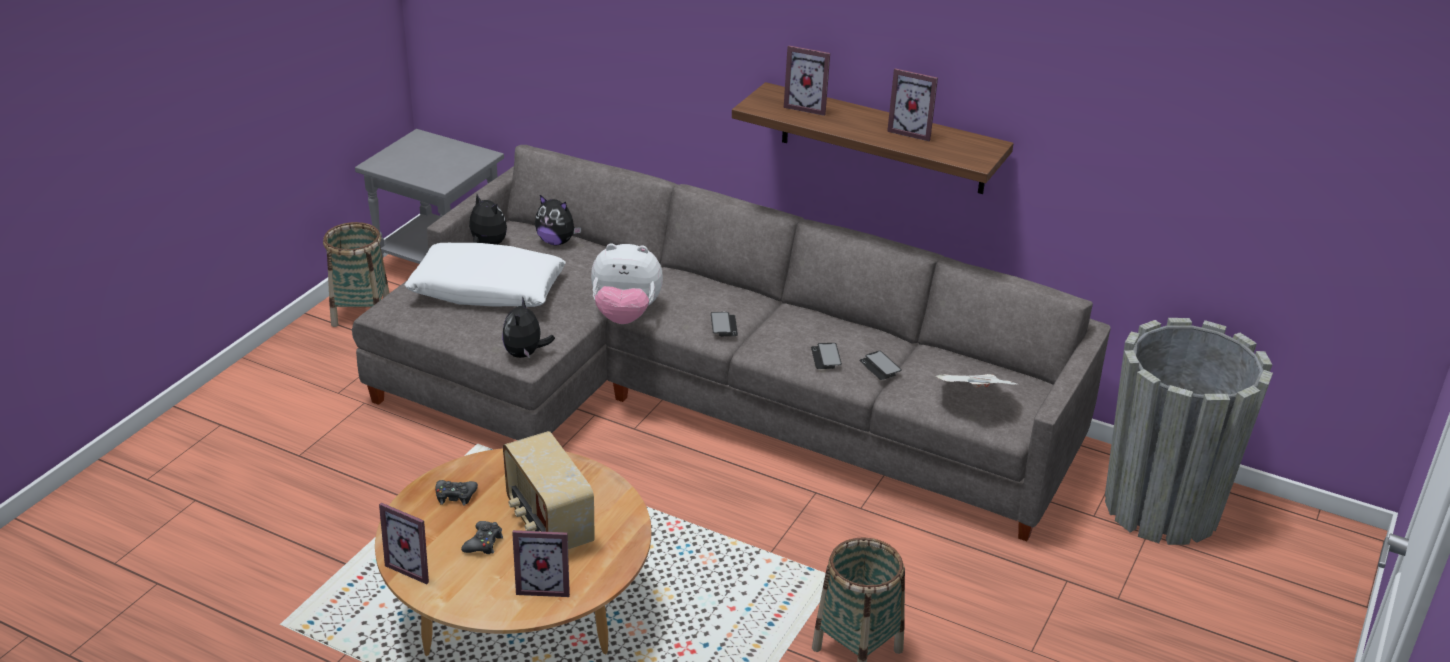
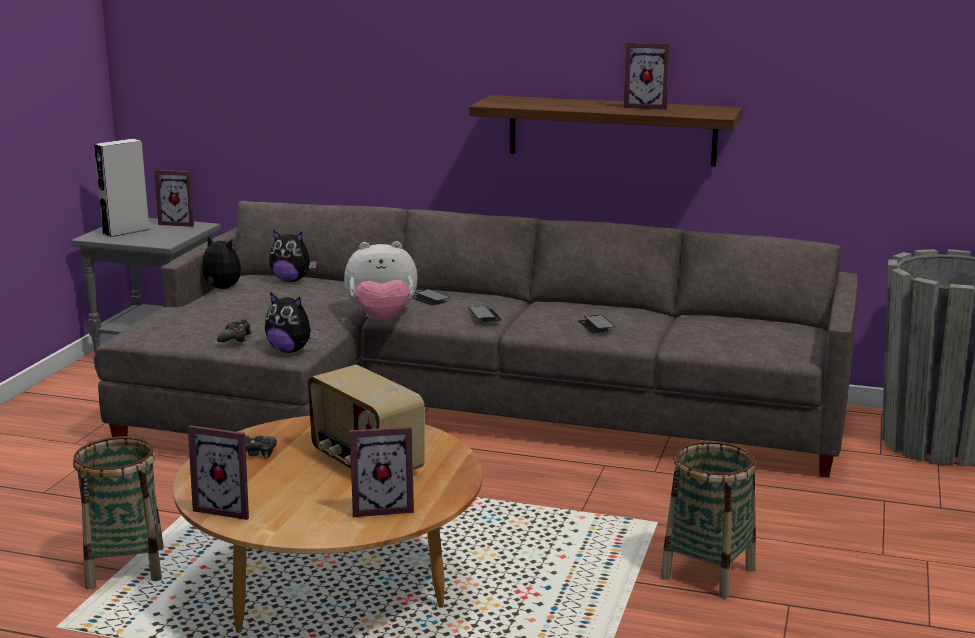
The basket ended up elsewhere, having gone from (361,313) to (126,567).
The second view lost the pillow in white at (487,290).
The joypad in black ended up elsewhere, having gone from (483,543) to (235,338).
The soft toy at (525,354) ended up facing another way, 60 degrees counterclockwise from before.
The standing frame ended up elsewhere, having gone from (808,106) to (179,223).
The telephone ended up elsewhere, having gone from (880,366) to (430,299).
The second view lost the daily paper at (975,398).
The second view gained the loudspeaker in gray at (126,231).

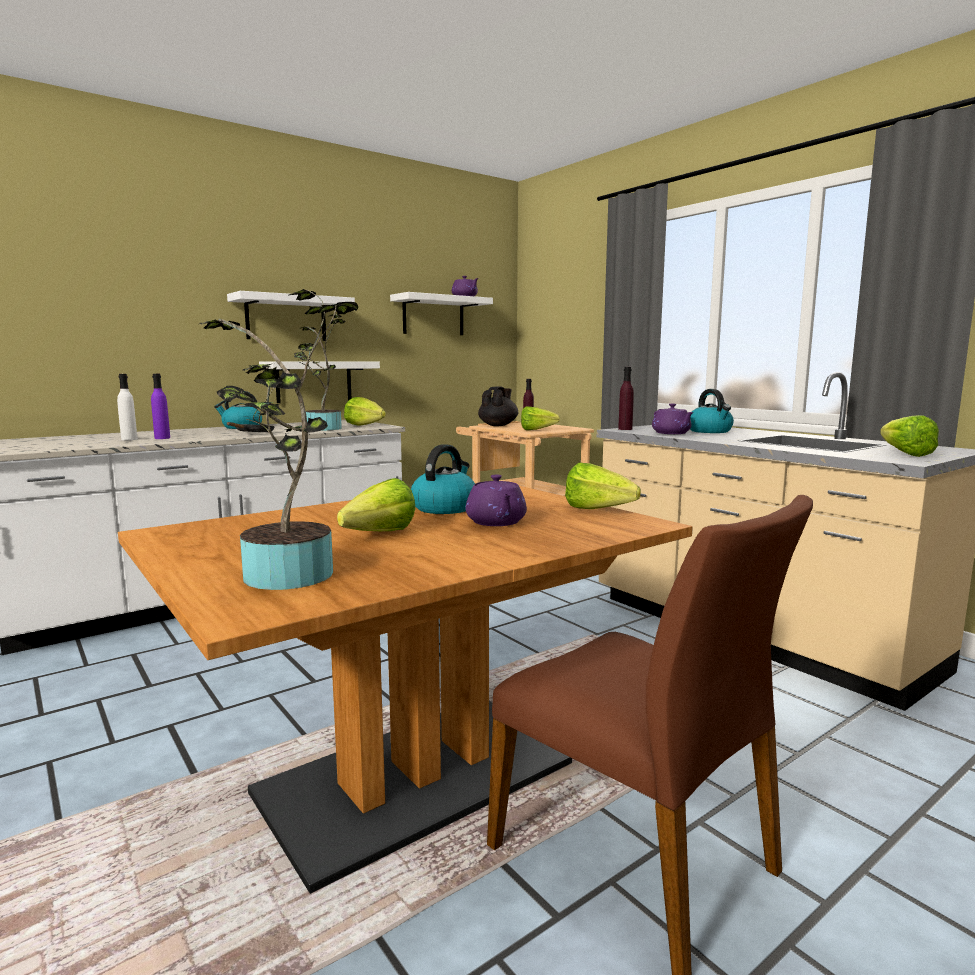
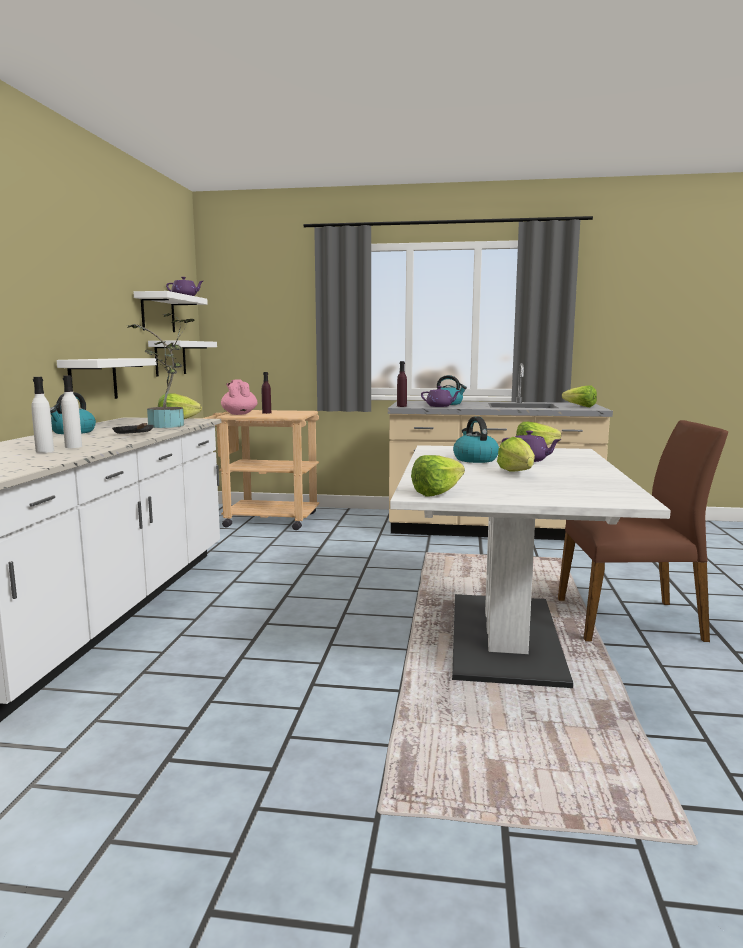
What was the dinner table in brown-coloured at (415,779) turned into the dinner table in white at (504,637).
What was the bottle in purple at (162,438) turned into the bottle in white at (73,446).
The second view lost the potted plant at (288,578).
The shelf in white ended up elsewhere, having gone from (286,318) to (170,358).
What was the tea pot in black at (498,425) turned into the tea pot in pinkish at (239,414).
The lettuce ended up elsewhere, having gone from (540,430) to (442,492).

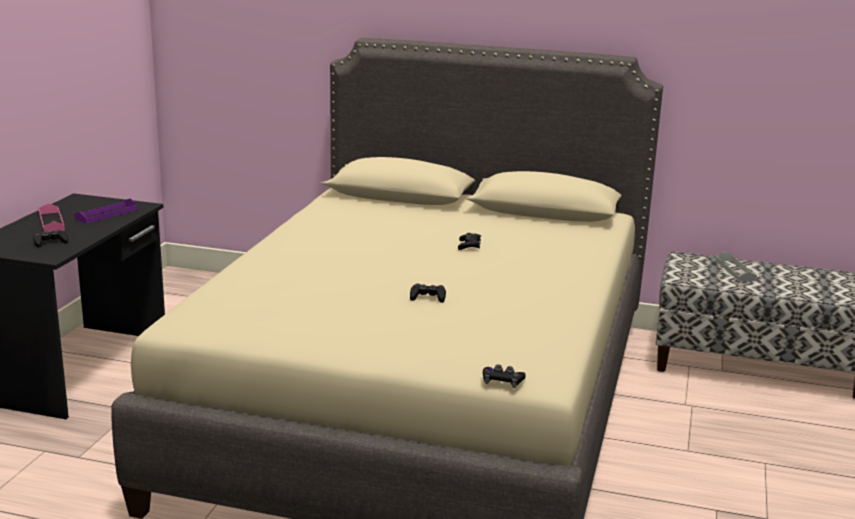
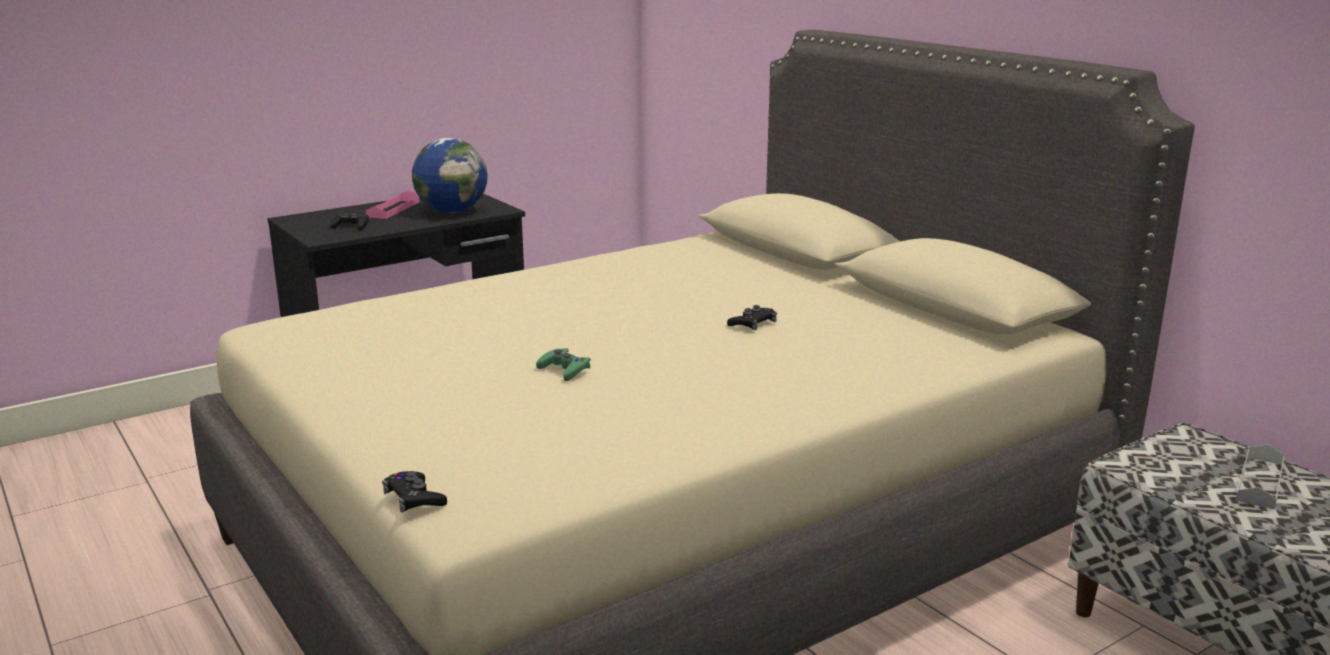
Where the carrying tray in purple stood at (106,214), the desk globe came to stand at (452,211).
What was the joypad in black at (428,297) turned into the joypad in greenish at (564,370).

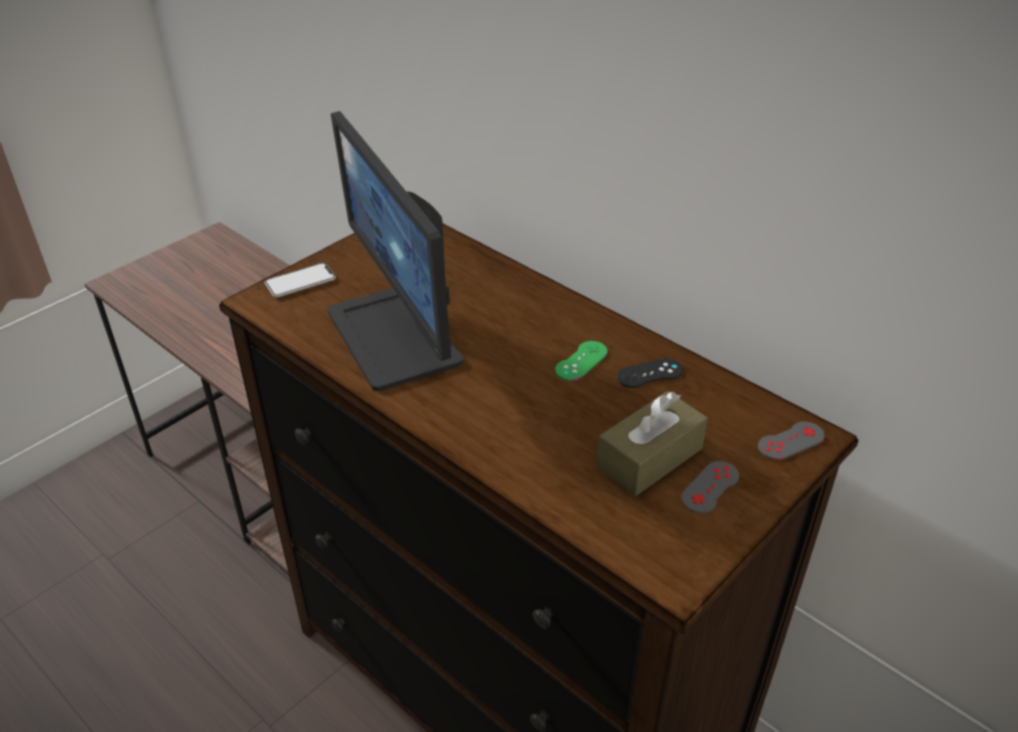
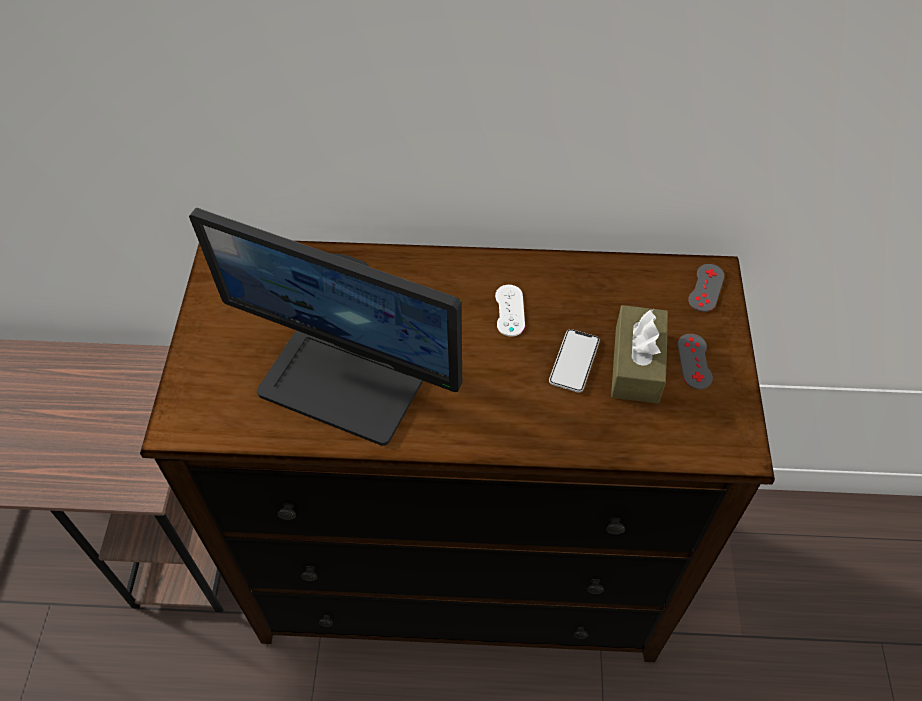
The telephone ended up elsewhere, having gone from (300,281) to (574,361).
What was the joypad in greenish at (581,361) turned into the joypad in white at (509,310).
The second view lost the joypad in black at (649,374).

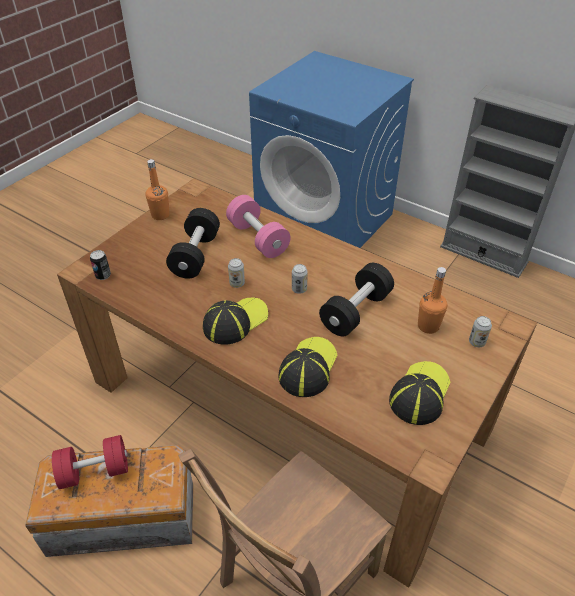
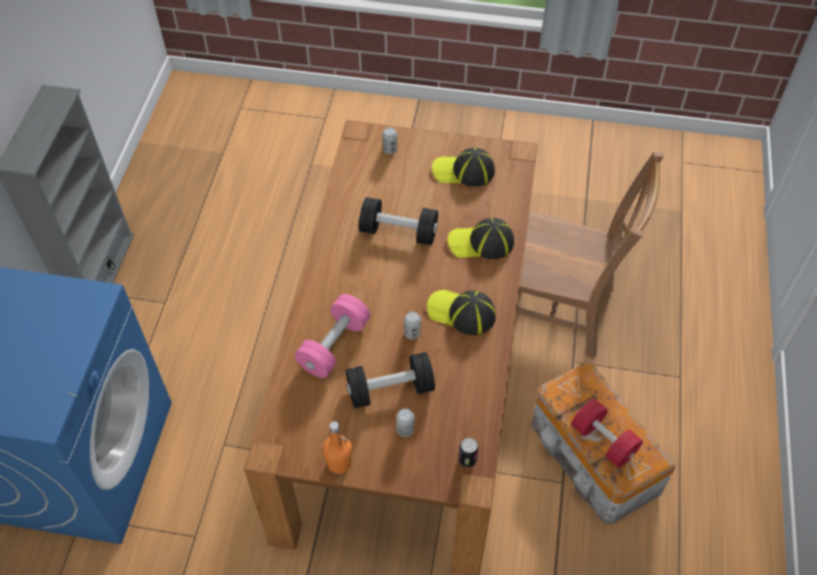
The sealed can ended up elsewhere, having gone from (299,289) to (405,430).
The second view lost the bottle in orange-coloured at (428,326).

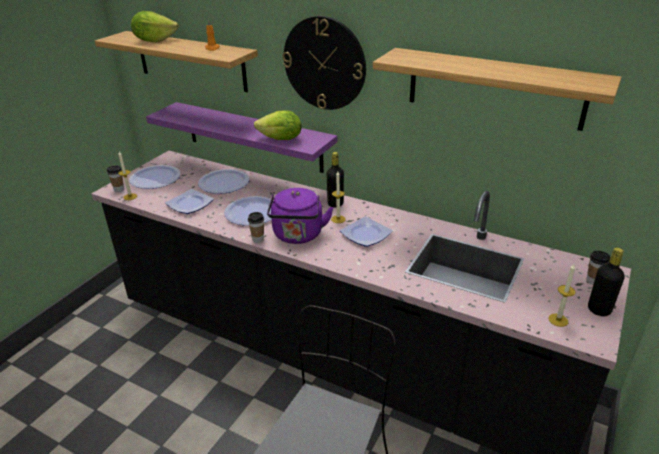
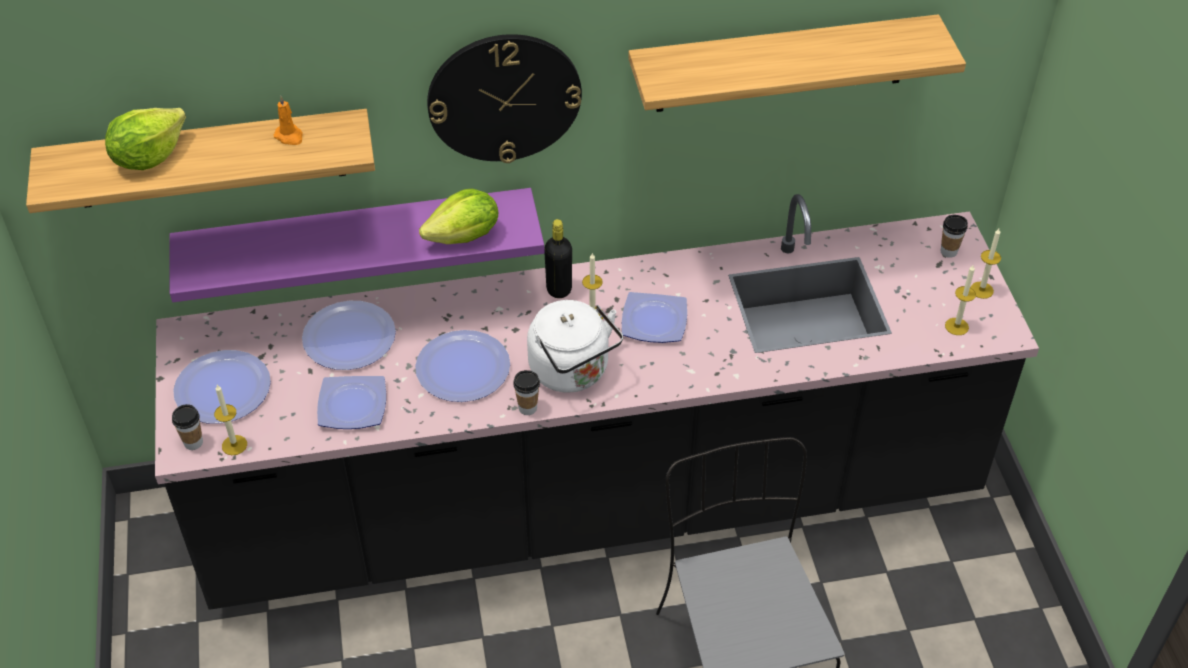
What was the water kettle in purple at (298,236) turned into the water kettle in white at (573,372).
Where the bottle in black stood at (599,310), the wax light came to stand at (981,290).

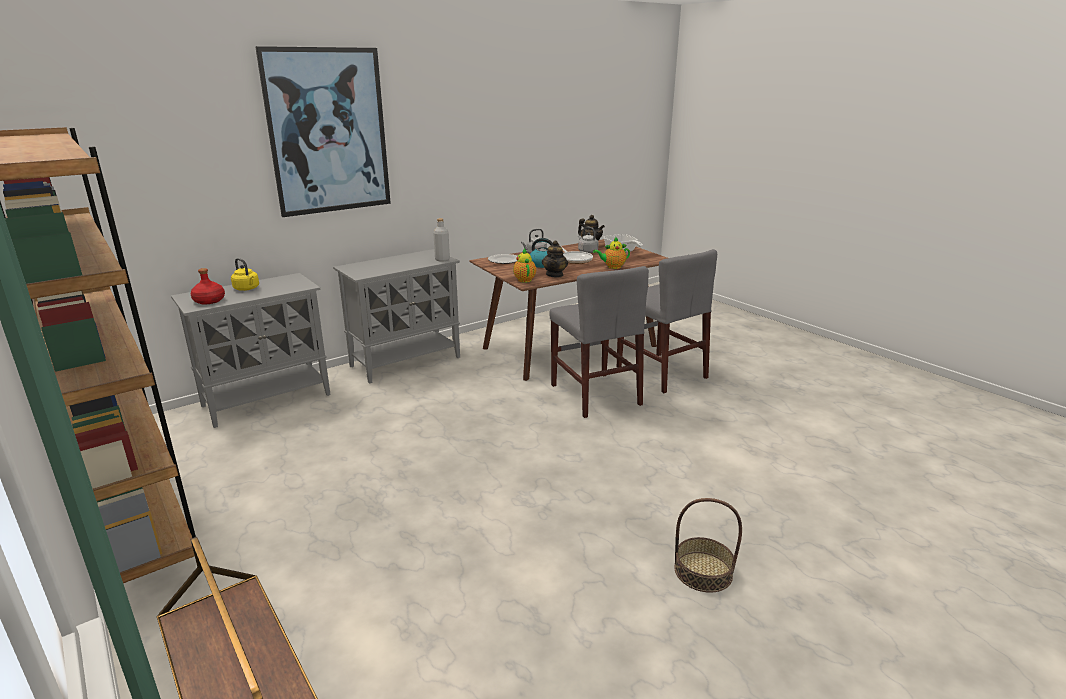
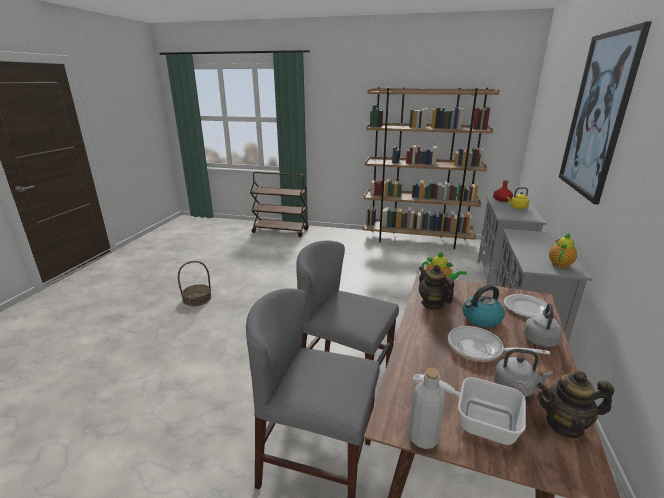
The bottle in gray ended up elsewhere, having gone from (442,259) to (423,438).
The tea pot ended up elsewhere, having gone from (612,267) to (560,264).

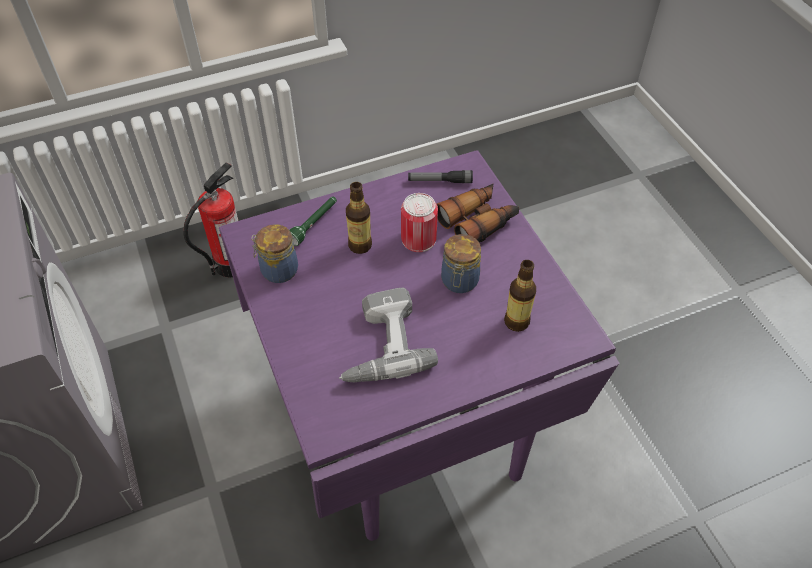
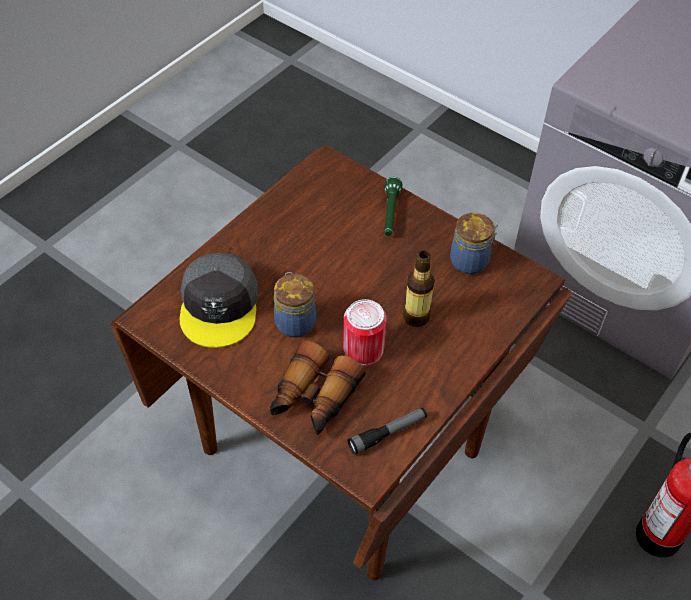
What was the dinner table in purple at (404,422) turned into the dinner table in brown-coloured at (342,449).
The torch in greenish ended up elsewhere, having gone from (314,224) to (390,213).
The second view lost the electric drill at (380,345).
Where the bottle stood at (516,321), the cap in gray came to stand at (220,306).

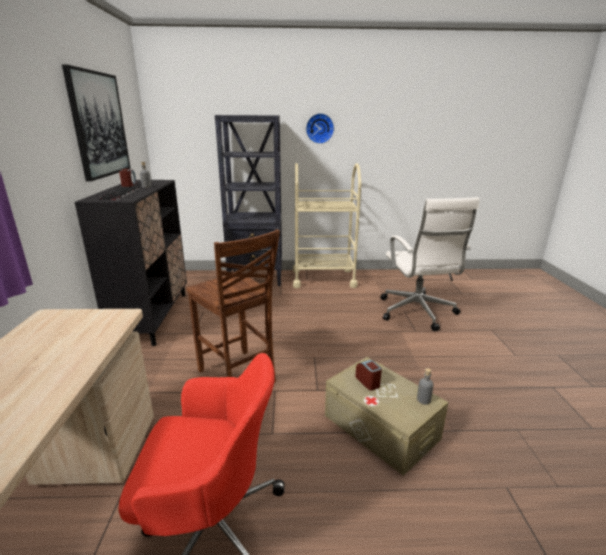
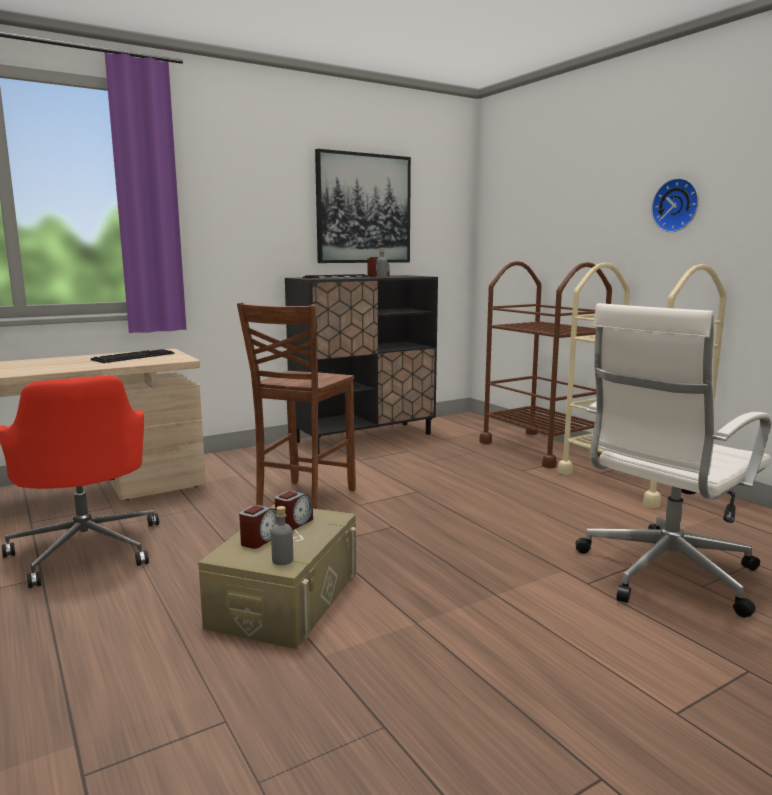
Where the bookshelf in black stood at (256,278), the trolley in brown-coloured came to stand at (539,448).
The second view gained the keyboard at (134,356).
The second view gained the alarm clock at (260,539).

